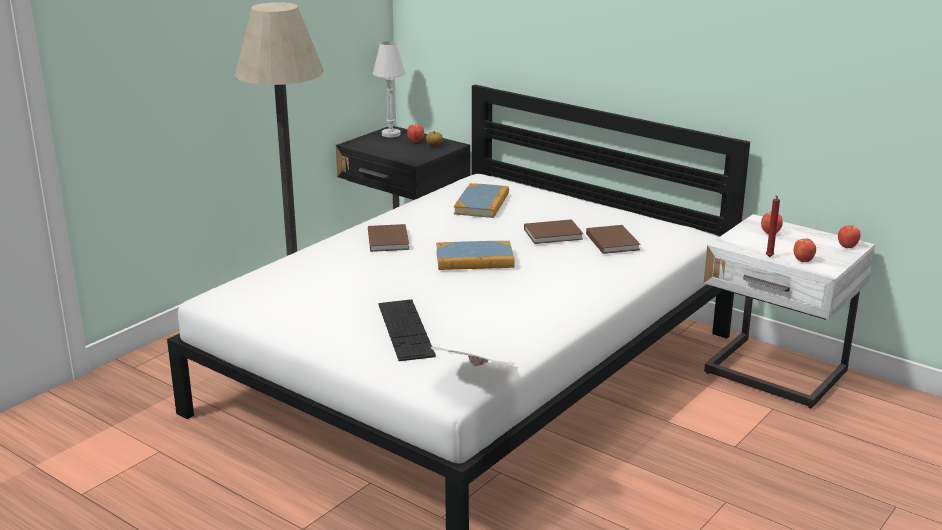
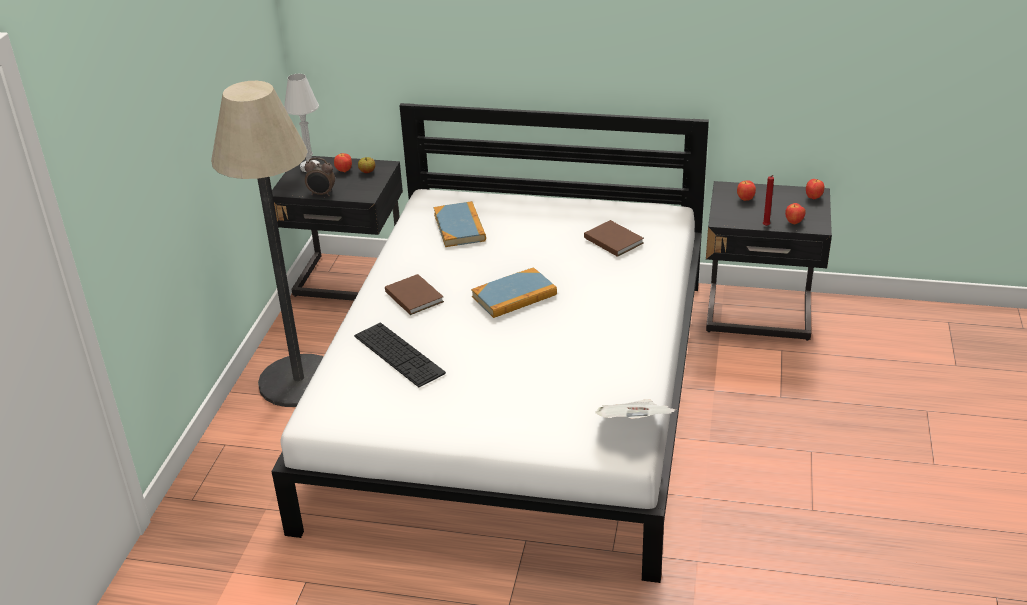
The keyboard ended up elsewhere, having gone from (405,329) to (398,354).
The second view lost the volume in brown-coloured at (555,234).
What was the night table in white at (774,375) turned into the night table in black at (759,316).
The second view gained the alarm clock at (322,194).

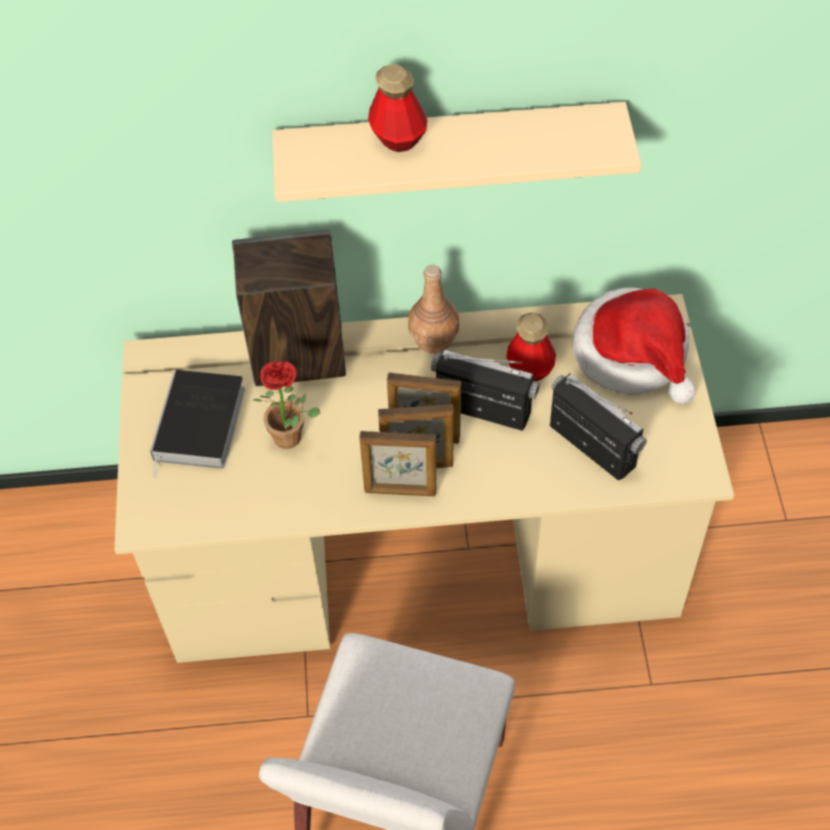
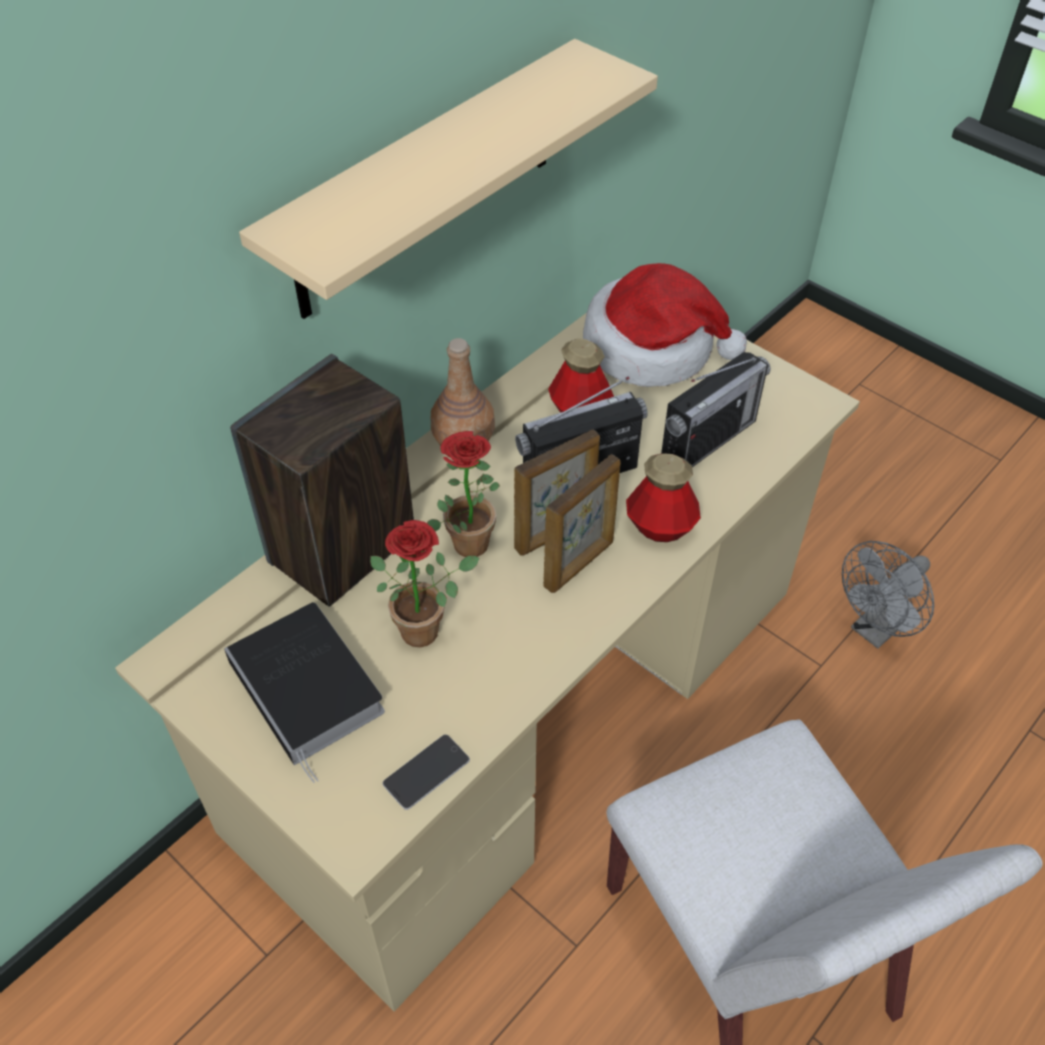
The second view lost the standing frame at (400,491).
The bottle ended up elsewhere, having gone from (398,138) to (660,527).
The radio at (592,446) ended up facing another way, 135 degrees clockwise from before.
The second view gained the telephone at (426,772).
The second view gained the potted plant at (467,538).
The second view gained the electric fan in gray at (876,630).

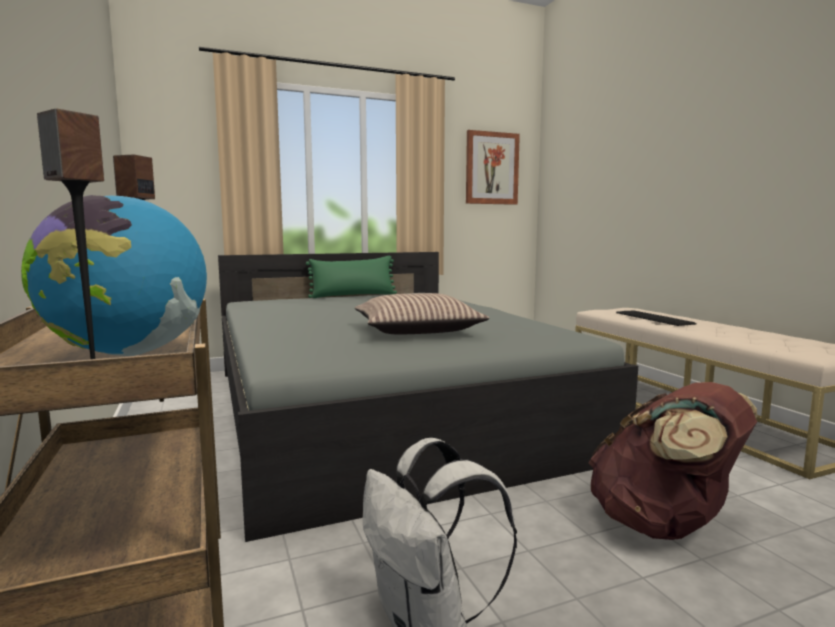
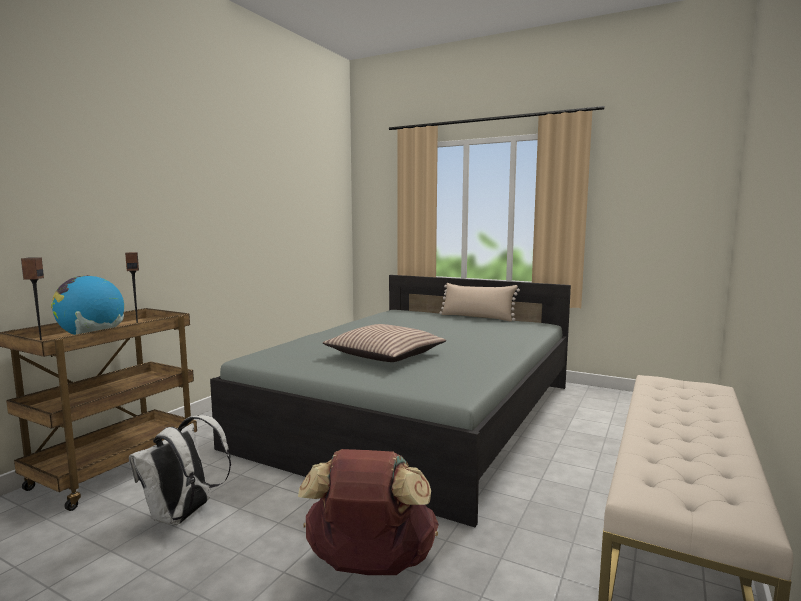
What was the pillow in greenish at (353,296) turned into the pillow in beige-coloured at (477,317).
The second view lost the wall picture at (491,168).
The second view lost the keyboard at (653,318).

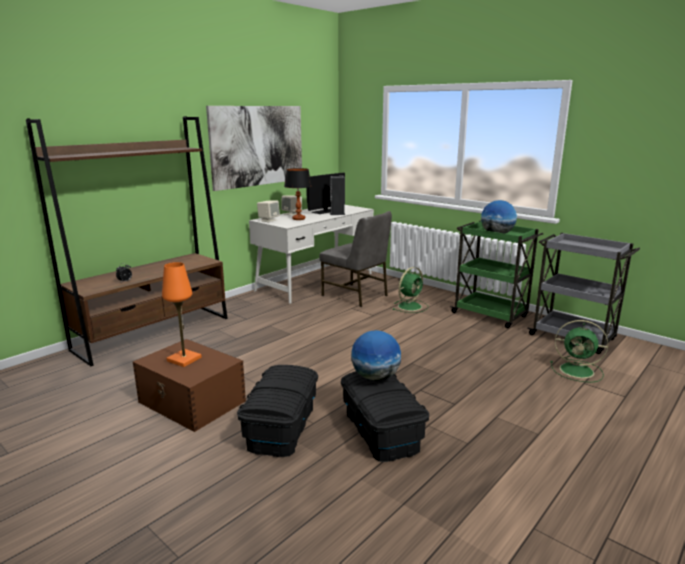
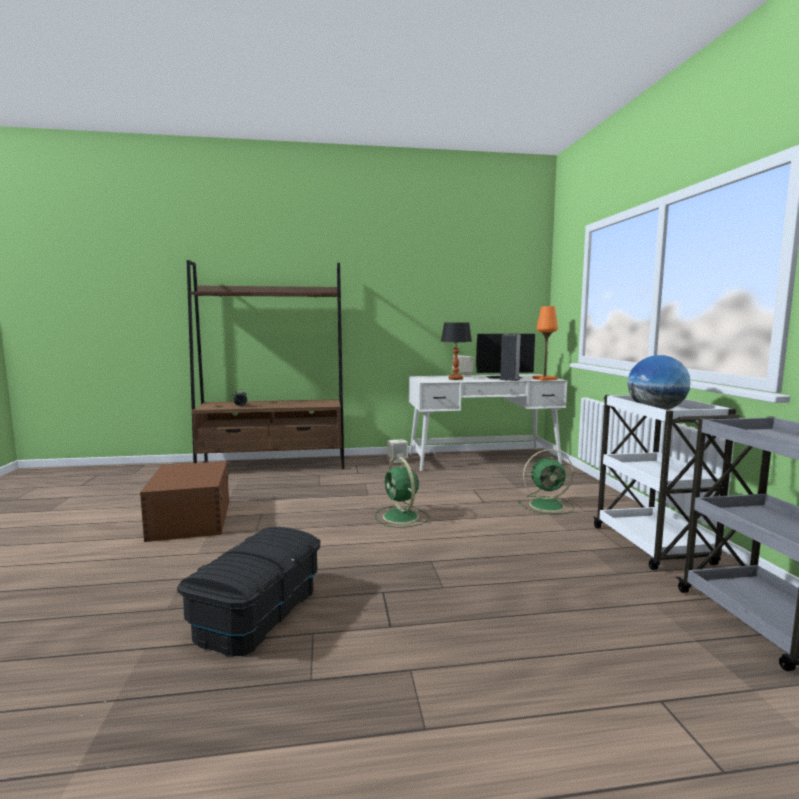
The lamp for a table in orange-coloured ended up elsewhere, having gone from (184,359) to (545,379).
The second view lost the wall picture at (257,146).
The second view lost the storage container in black at (281,427).
The loudspeaker in beige-coloured ended up elsewhere, having gone from (268,220) to (397,461).
The second view lost the plain chair in gray at (356,295).
The second view lost the desk globe at (375,377).
What was the trolley in greenish at (490,315) turned into the trolley in white at (653,546).
The electric fan in greenish ended up elsewhere, having gone from (578,371) to (401,517).

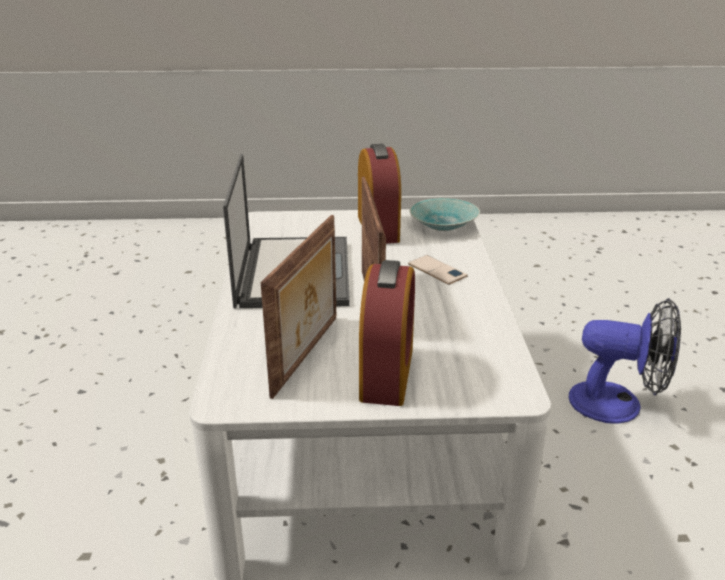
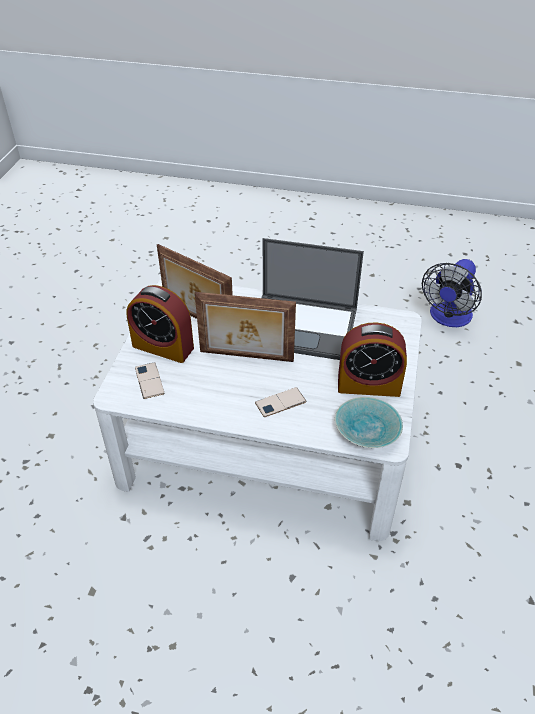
The electric fan ended up elsewhere, having gone from (618,404) to (448,318).
The second view gained the telephone at (149,381).

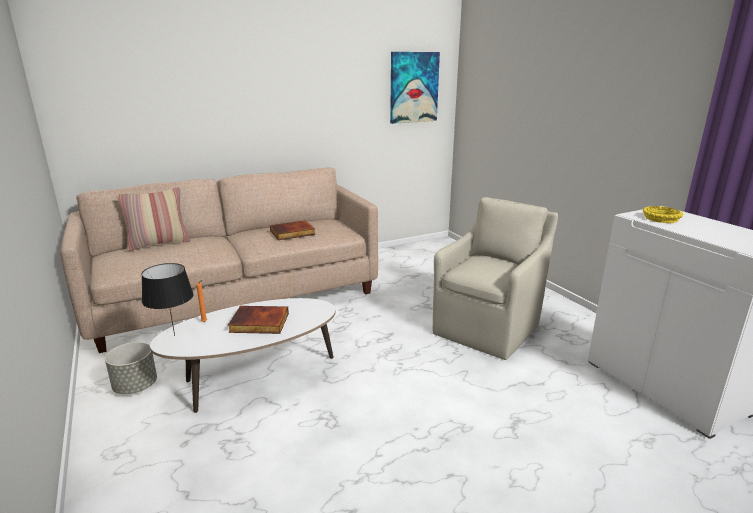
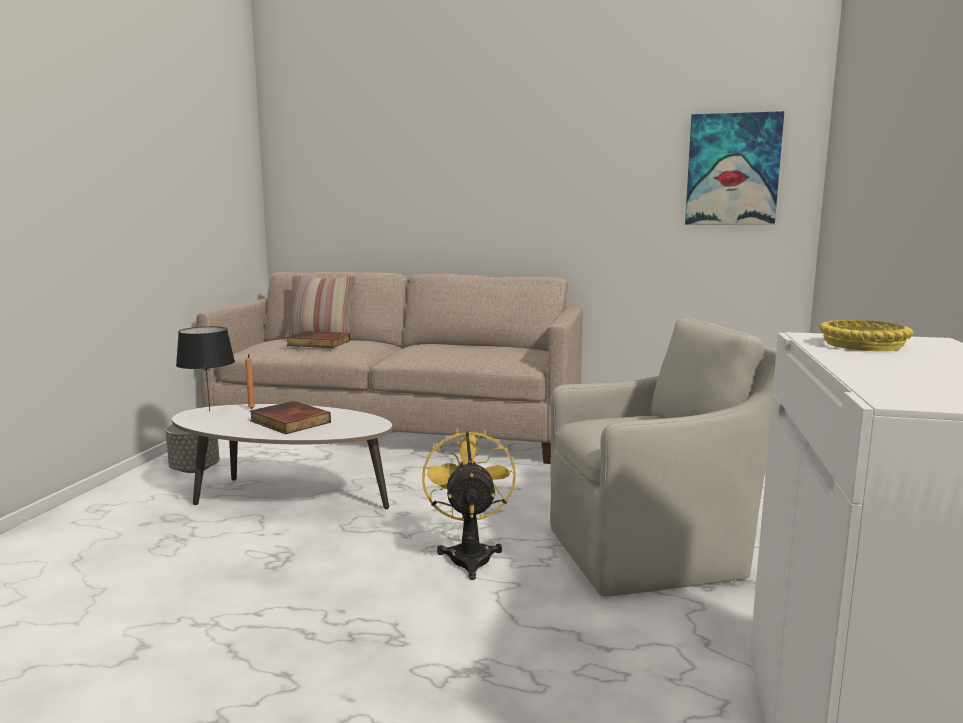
The volume ended up elsewhere, having gone from (292,233) to (318,343).
The second view gained the electric fan in yellowish at (469,554).

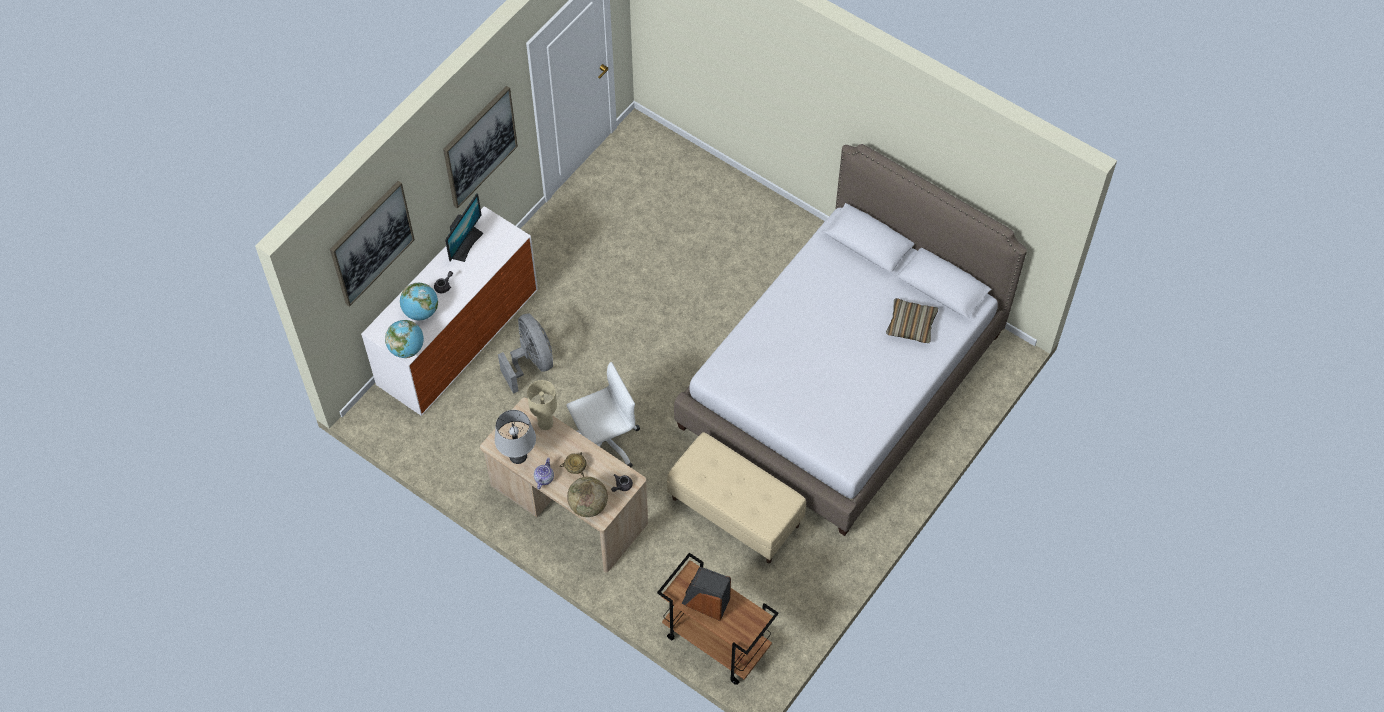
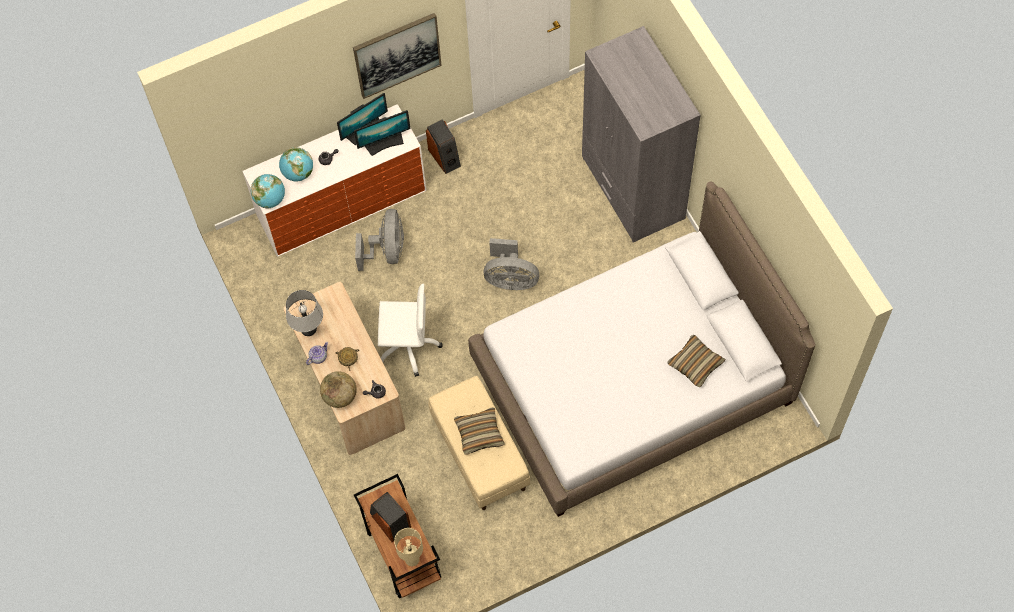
The second view lost the wall picture at (371,243).
The lamp for a table in beige-coloured ended up elsewhere, having gone from (545,423) to (412,559).
The second view gained the monitor at (384,143).
The second view gained the loudspeaker at (445,157).
The second view gained the pillow at (479,433).
The second view gained the electric fan in gray at (510,279).
The second view gained the clothes cupboard in gray at (632,189).

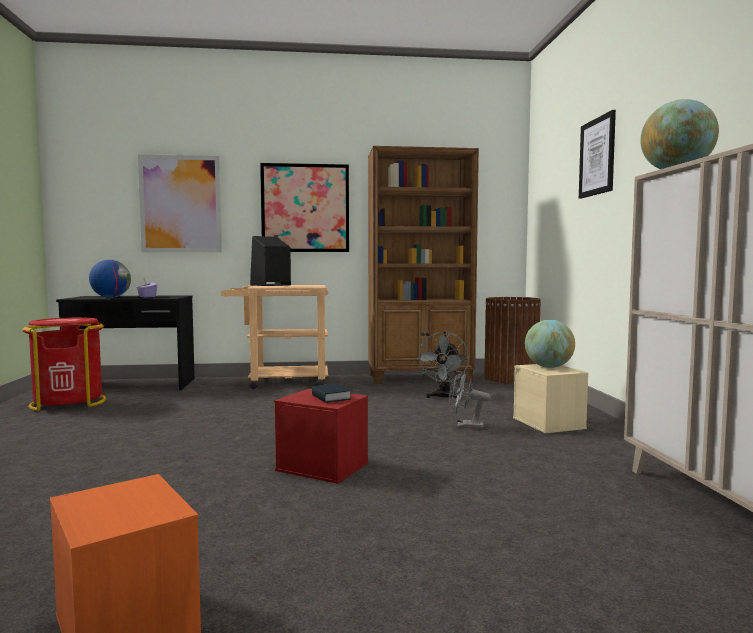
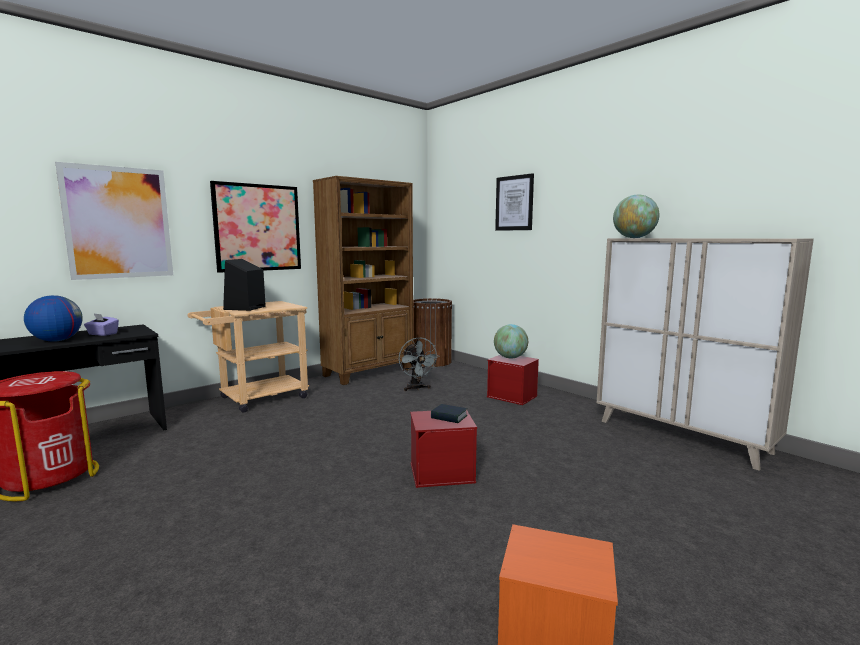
The second view lost the electric fan in gray at (465,426).
What was the storage container in beige-coloured at (549,423) turned into the storage container in red at (512,396).

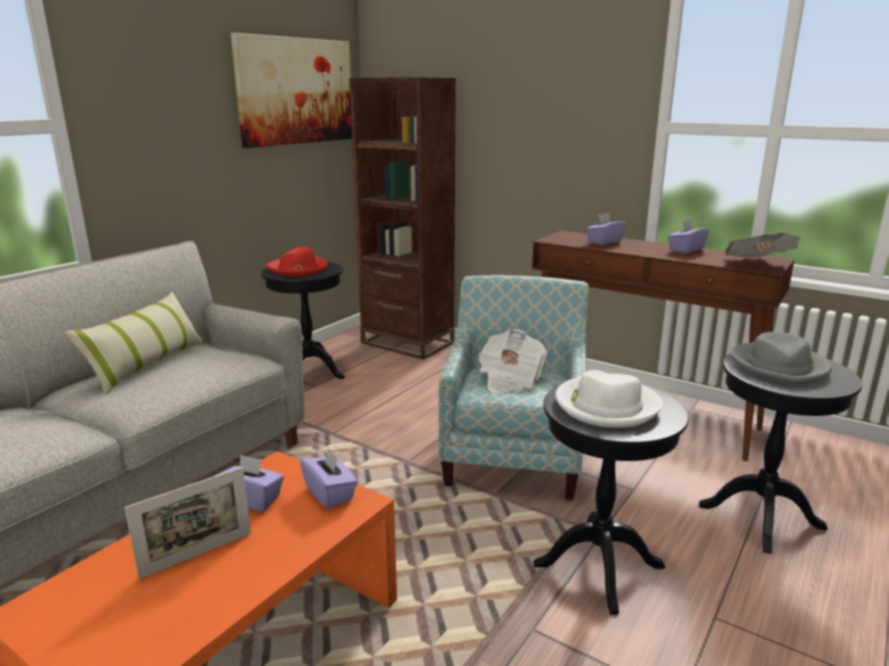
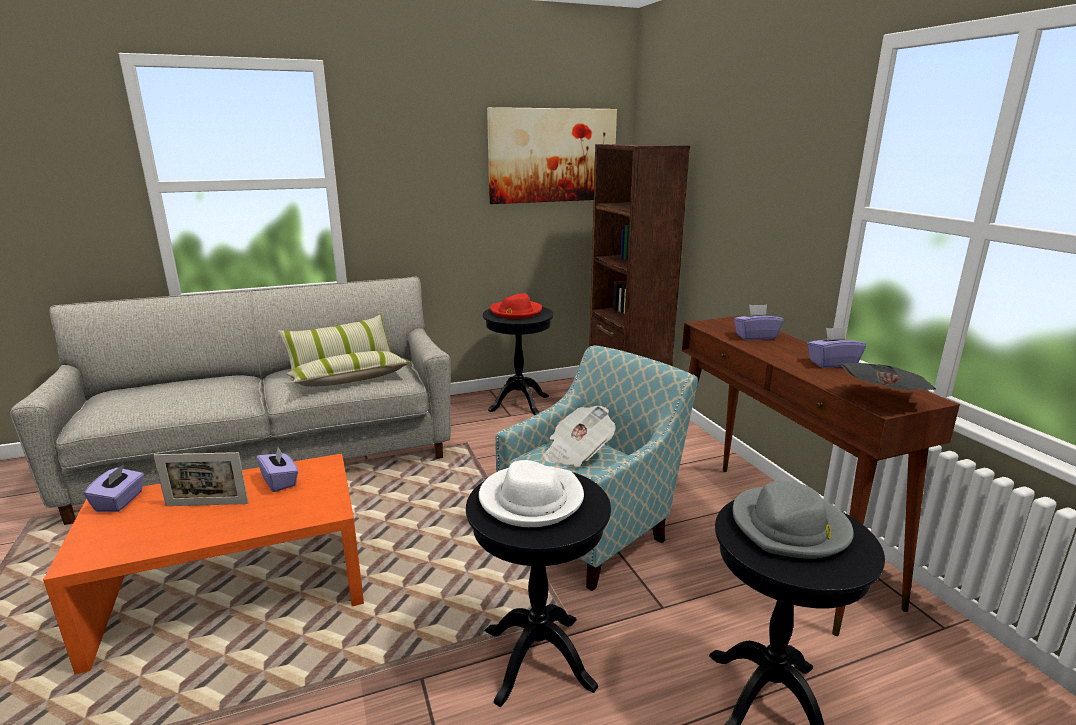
The tissue holder in purple ended up elsewhere, having gone from (330,493) to (120,501).
The second view gained the pillow at (350,380).

